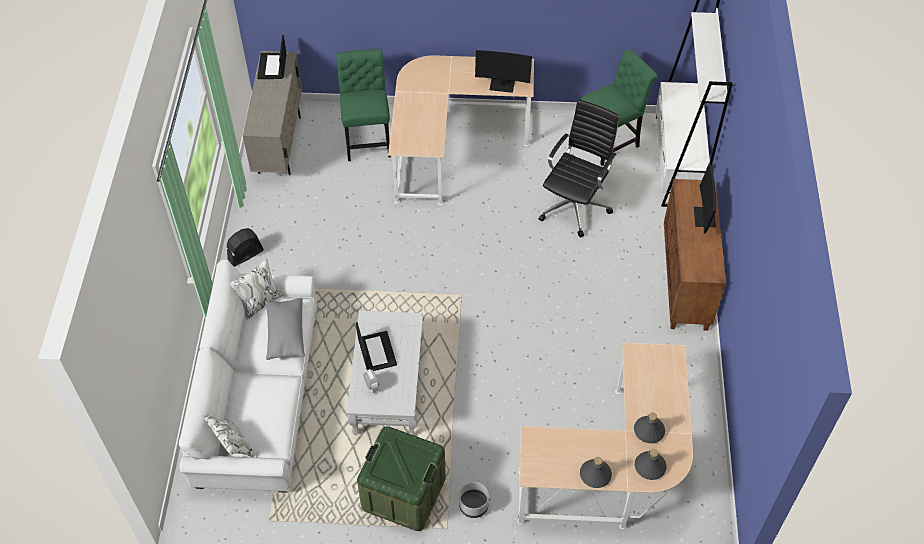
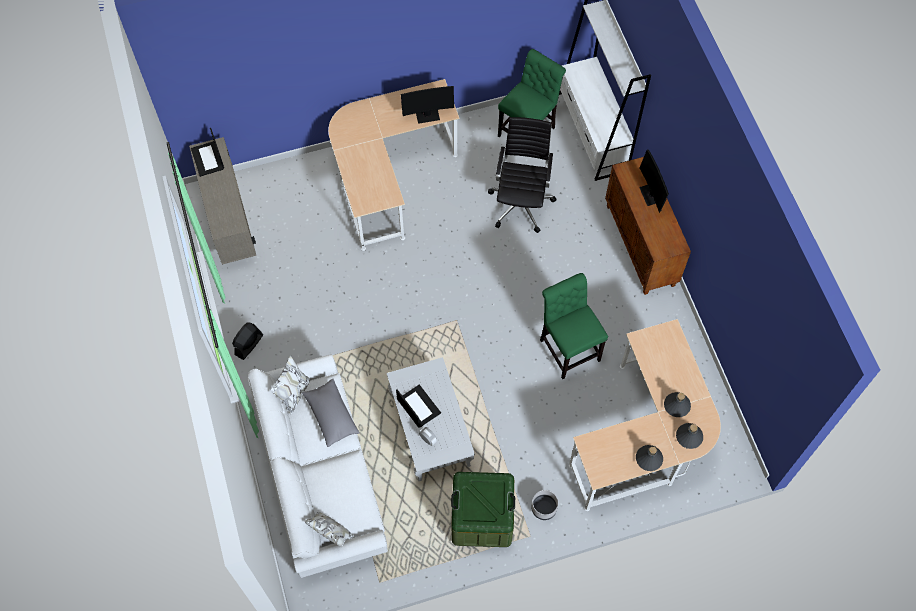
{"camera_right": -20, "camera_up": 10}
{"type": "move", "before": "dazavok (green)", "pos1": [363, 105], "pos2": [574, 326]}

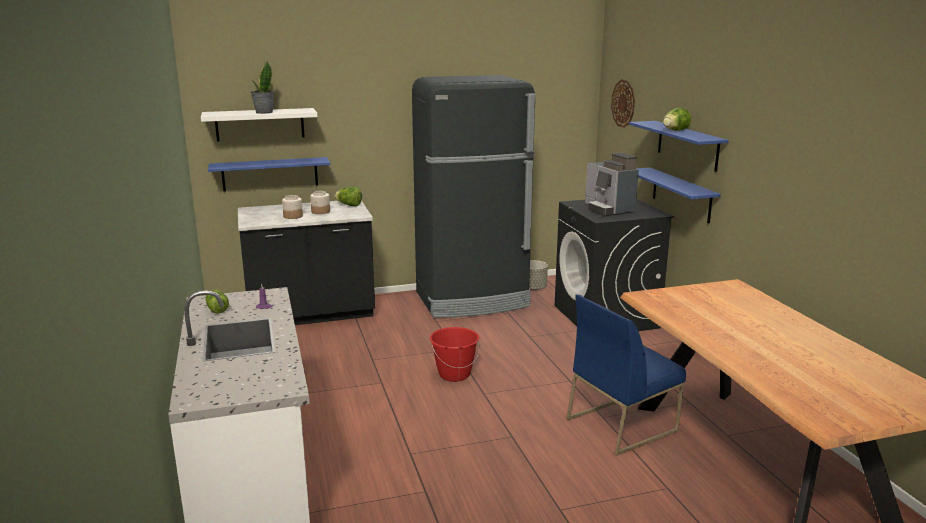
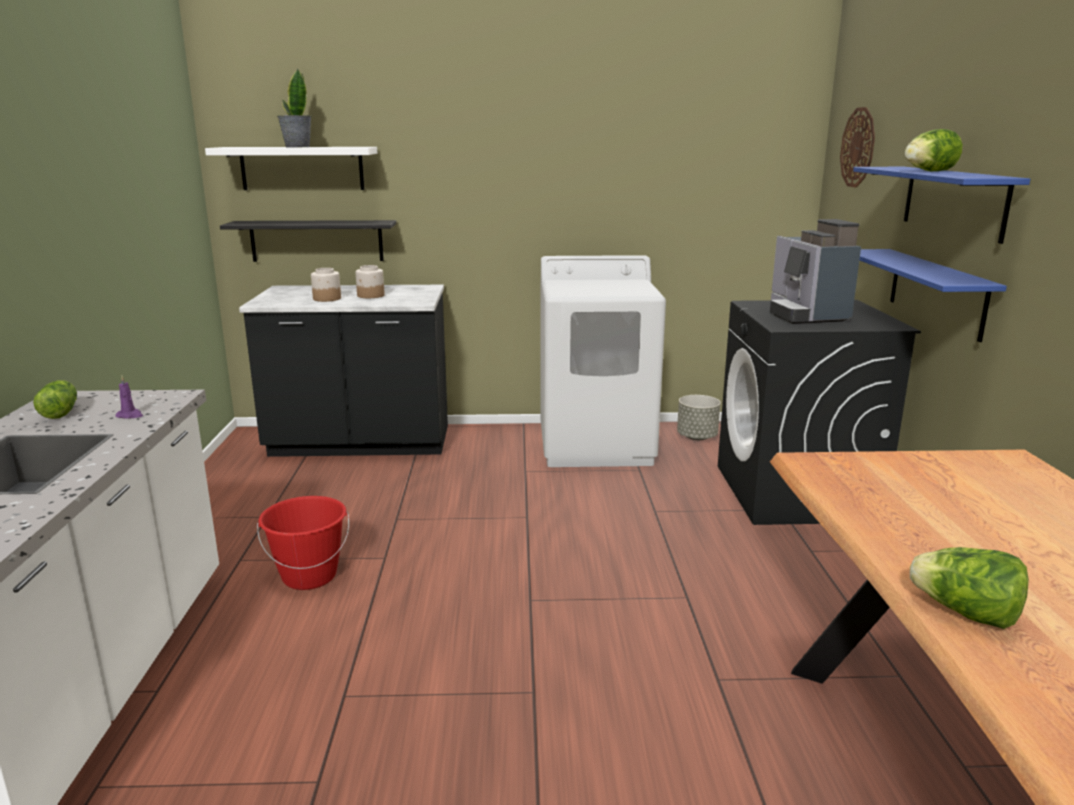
{"camera_right": 15, "camera_up": 0}
{"type": "delete", "before": "dazavok (blue)", "pos1": [626, 374]}
{"type": "move", "before": "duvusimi", "pos1": [348, 196], "pos2": [969, 588]}
{"type": "move", "before": "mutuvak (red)", "pos1": [455, 354], "pos2": [303, 543]}
{"type": "replace", "before": "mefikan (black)", "after": "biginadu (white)", "pos1": [473, 196], "pos2": [603, 361]}
{"type": "recolor", "before": "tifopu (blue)", "after": "tifopu (black)", "pos1": [269, 174], "pos2": [308, 241]}

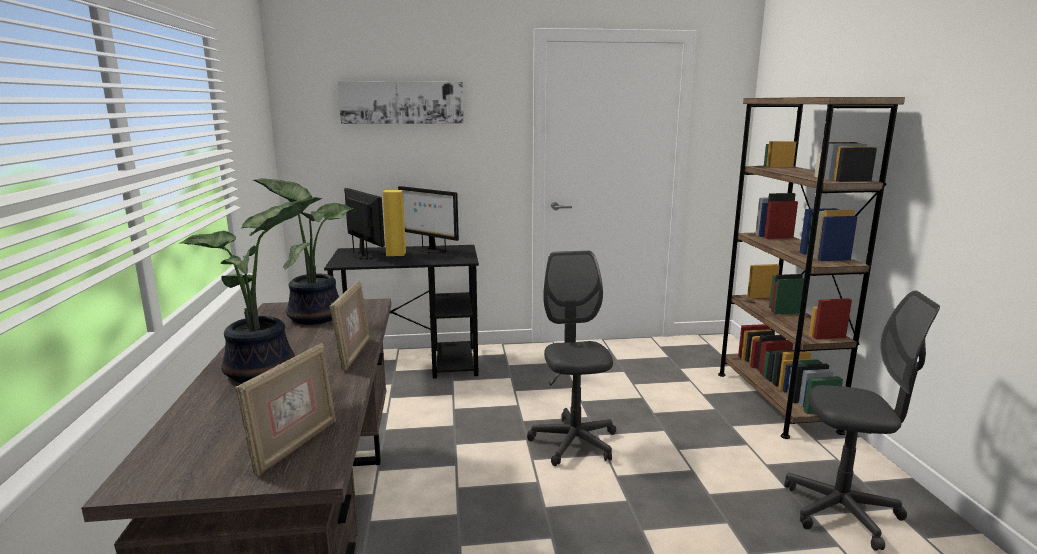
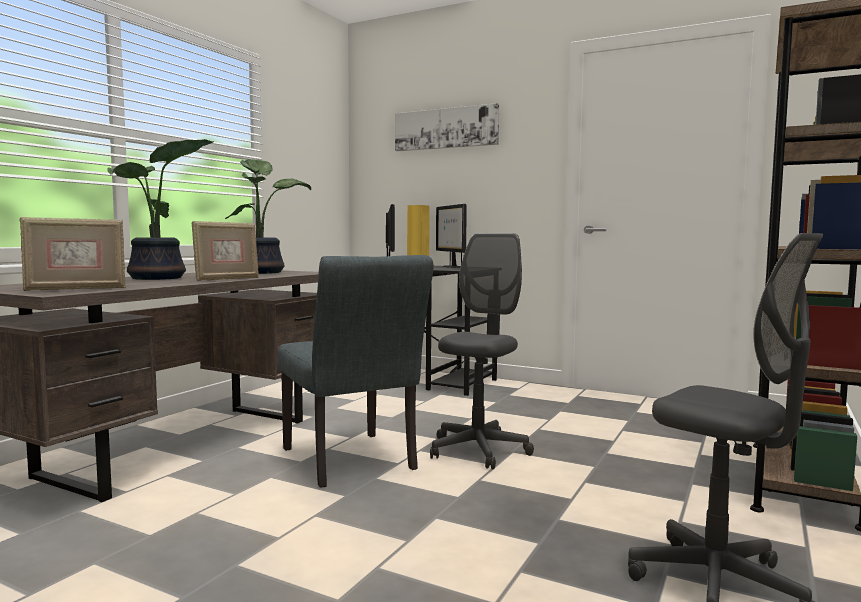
{"camera_right": 35, "camera_up": -10}
{"type": "insert", "after": "dazavok (grey)", "pos2": [355, 371]}

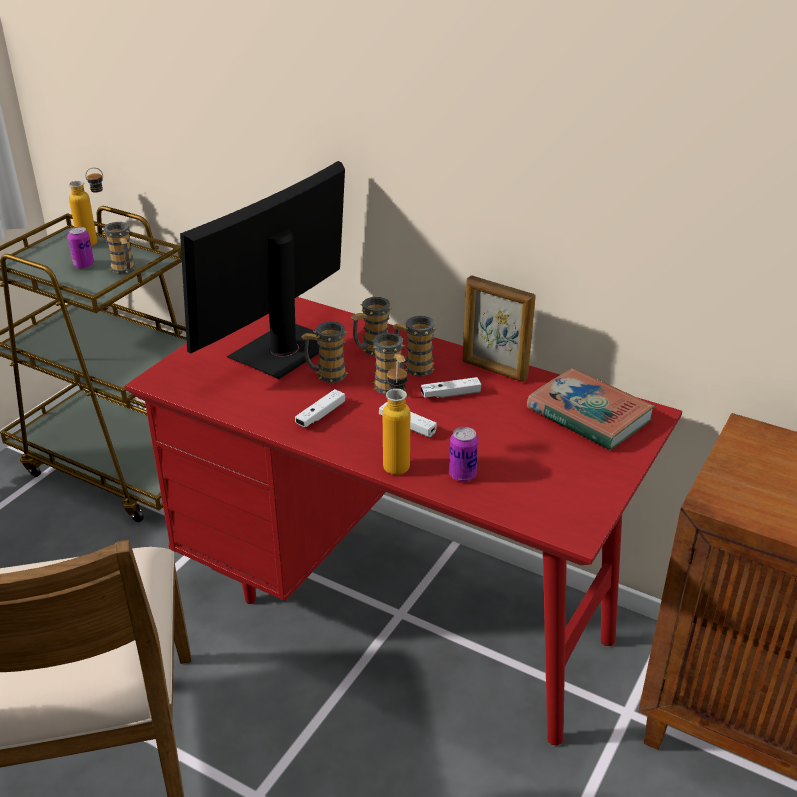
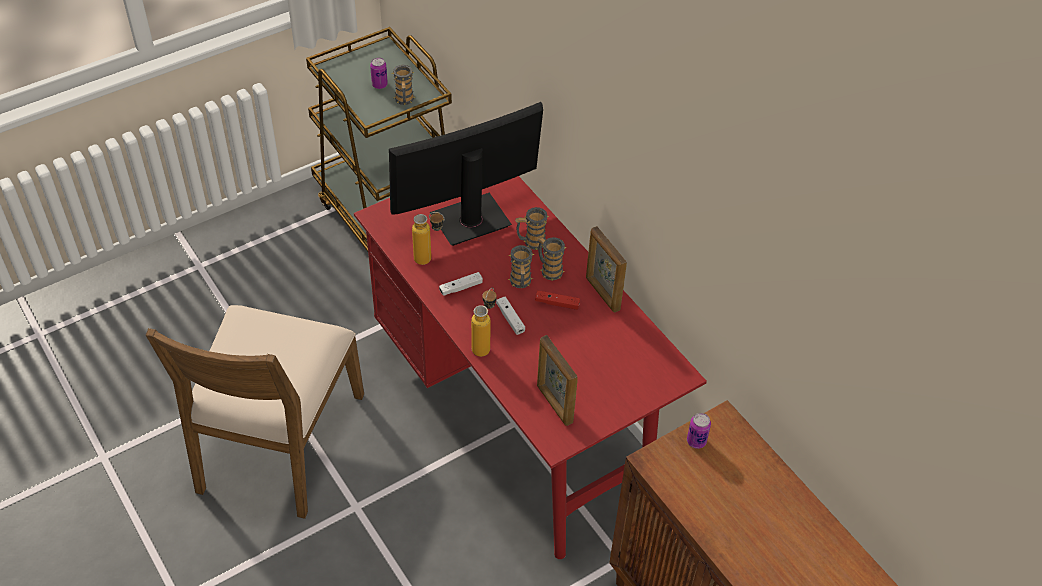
{"camera_right": 25, "camera_up": 15}
{"type": "delete", "before": "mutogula", "pos1": [325, 352]}
{"type": "delete", "before": "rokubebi", "pos1": [591, 409]}
{"type": "insert", "after": "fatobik", "pos2": [557, 380]}
{"type": "move", "before": "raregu", "pos1": [86, 206], "pos2": [428, 238]}
{"type": "move", "before": "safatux", "pos1": [463, 454], "pos2": [699, 431]}
{"type": "recolor", "before": "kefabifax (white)", "after": "kefabifax (red)", "pos1": [451, 387], "pos2": [557, 300]}

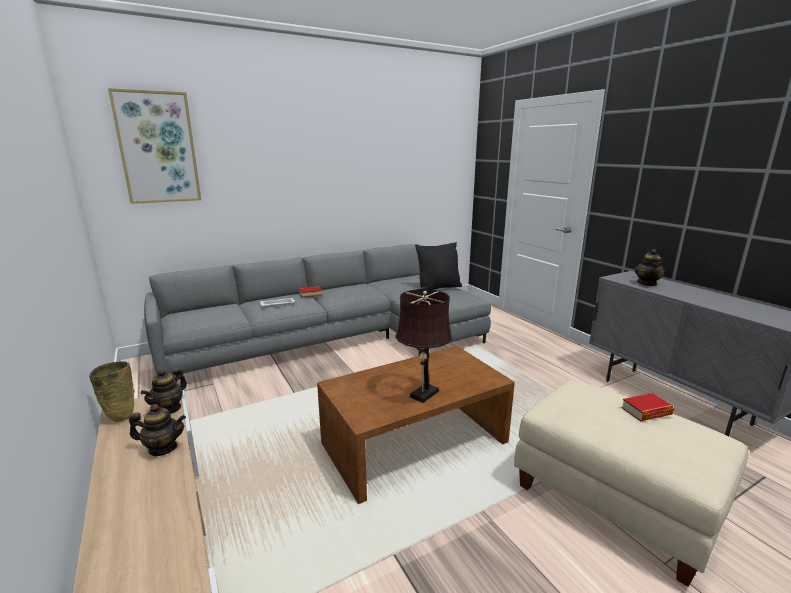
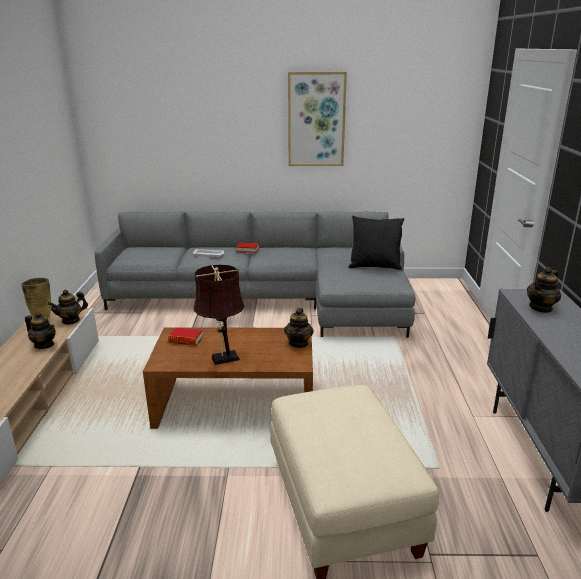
{"camera_right": 30, "camera_up": 5}
{"type": "insert", "after": "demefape", "pos2": [299, 328]}
{"type": "move", "before": "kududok", "pos1": [154, 146], "pos2": [317, 119]}
{"type": "move", "before": "rokubebi", "pos1": [647, 407], "pos2": [185, 336]}

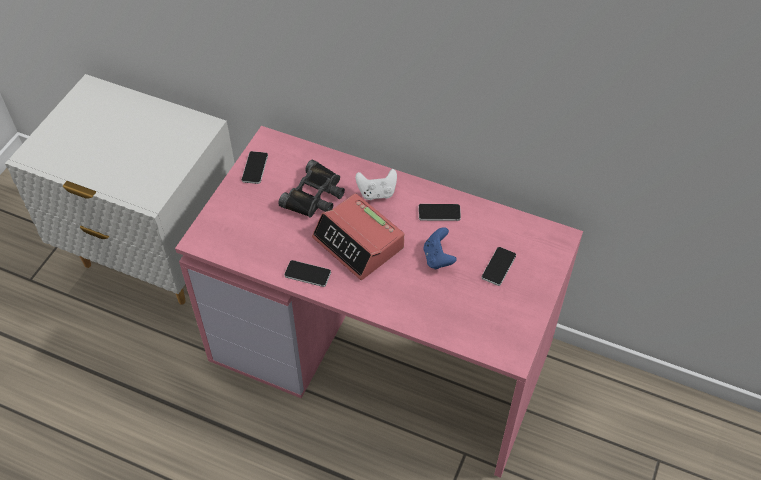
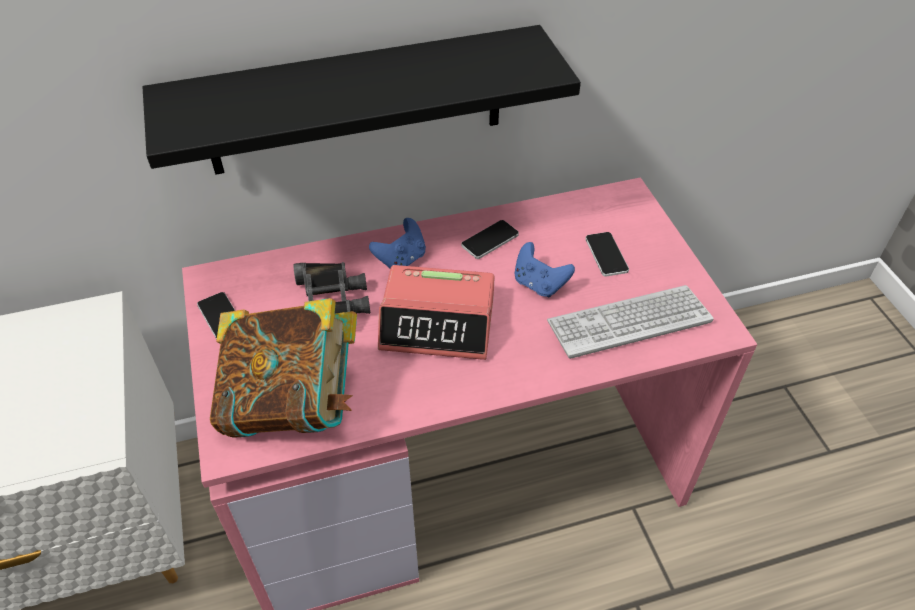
{"camera_right": -40, "camera_up": -5}
{"type": "delete", "before": "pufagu", "pos1": [307, 273]}
{"type": "insert", "after": "tifopu (black)", "pos2": [362, 100]}
{"type": "insert", "after": "rokubebi", "pos2": [283, 368]}
{"type": "insert", "after": "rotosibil", "pos2": [630, 322]}
{"type": "recolor", "before": "kefabifax (white)", "after": "kefabifax (blue)", "pos1": [376, 184], "pos2": [397, 243]}

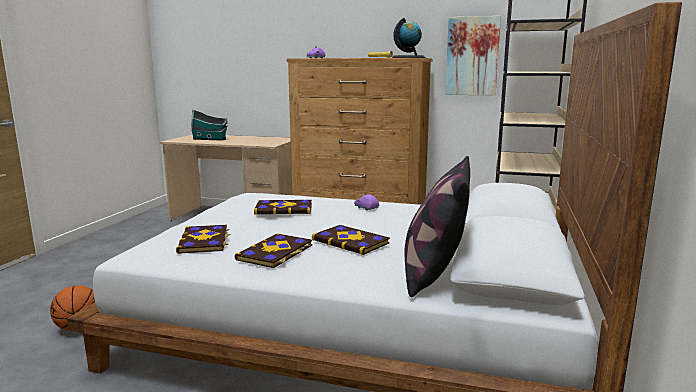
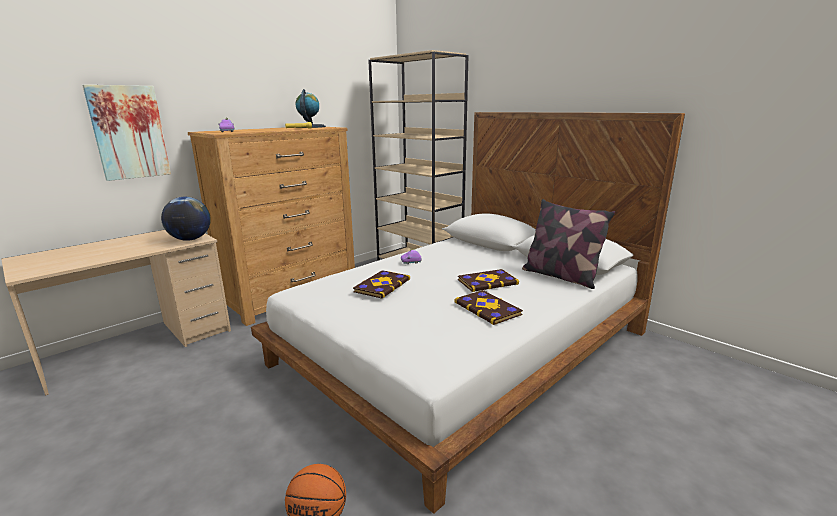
{"camera_right": -60, "camera_up": 5}
{"type": "delete", "before": "rokubebi", "pos1": [203, 239]}
{"type": "delete", "before": "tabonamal", "pos1": [209, 125]}
{"type": "insert", "after": "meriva", "pos2": [186, 219]}
{"type": "move", "before": "kududok", "pos1": [473, 55], "pos2": [126, 133]}

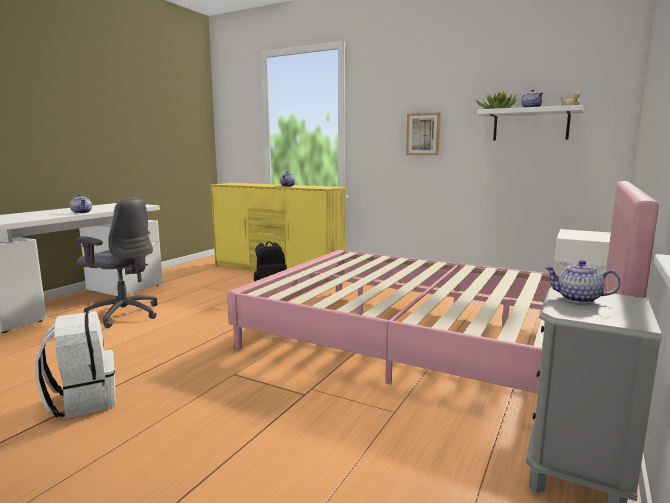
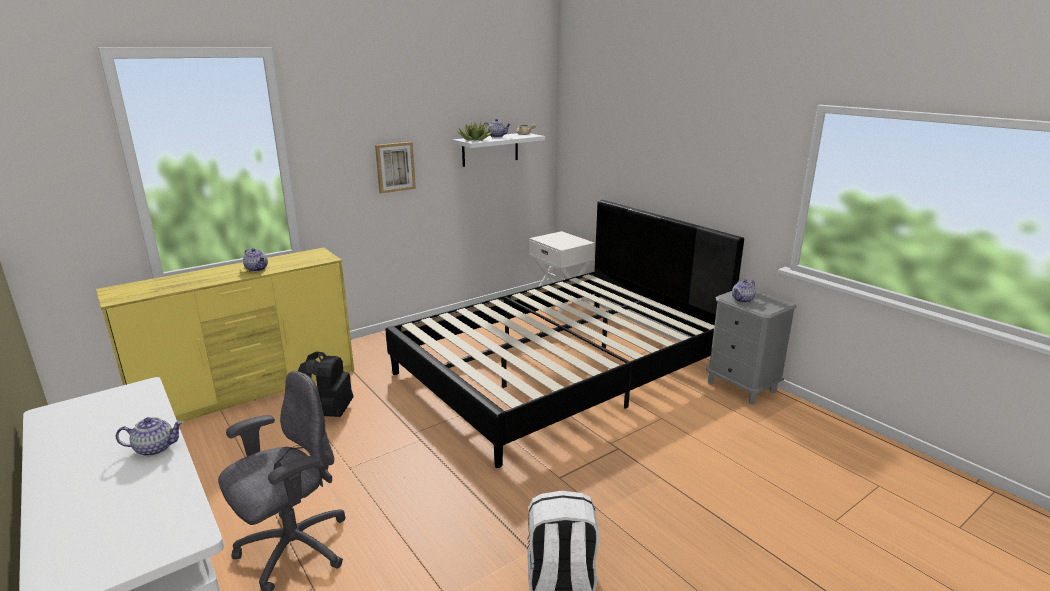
{"camera_right": -65, "camera_up": 10}
{"type": "recolor", "before": "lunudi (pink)", "after": "lunudi (black)", "pos1": [443, 287], "pos2": [564, 334]}

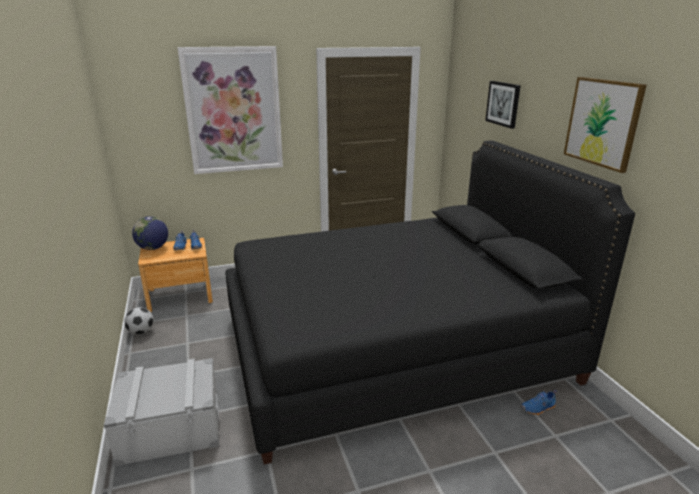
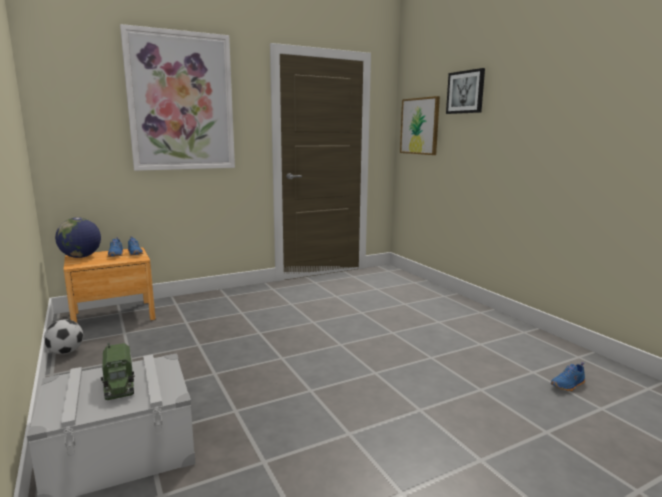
{"camera_right": -10, "camera_up": -10}
{"type": "delete", "before": "lunudi (black)", "pos1": [430, 303]}
{"type": "insert", "after": "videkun", "pos2": [117, 371]}
{"type": "move", "before": "kududok", "pos1": [605, 125], "pos2": [420, 125]}

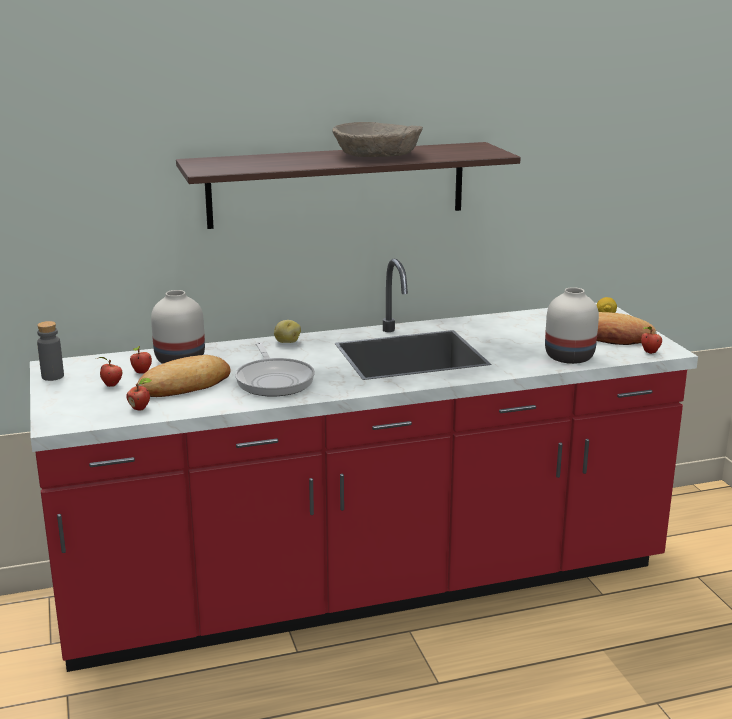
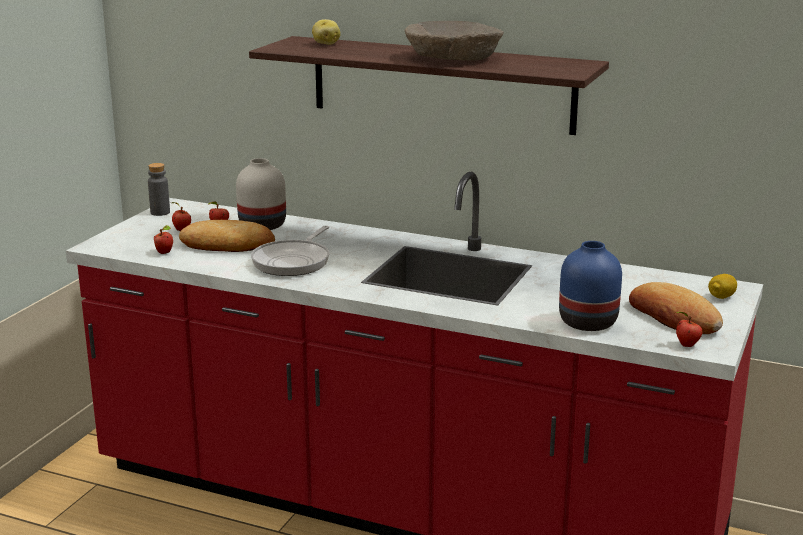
{"camera_right": 40, "camera_up": 0}
{"type": "move", "before": "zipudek", "pos1": [287, 331], "pos2": [326, 32]}
{"type": "recolor", "before": "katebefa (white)", "after": "katebefa (blue)", "pos1": [572, 325], "pos2": [590, 286]}

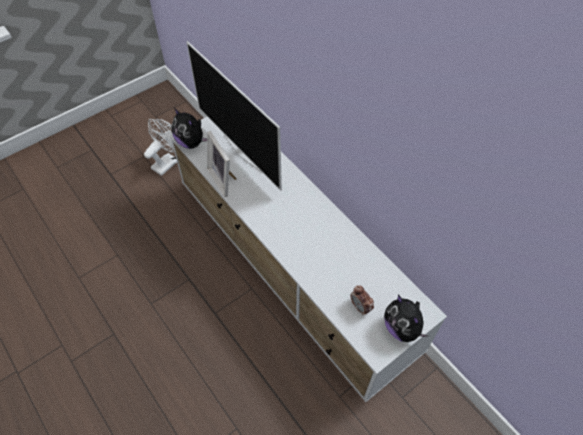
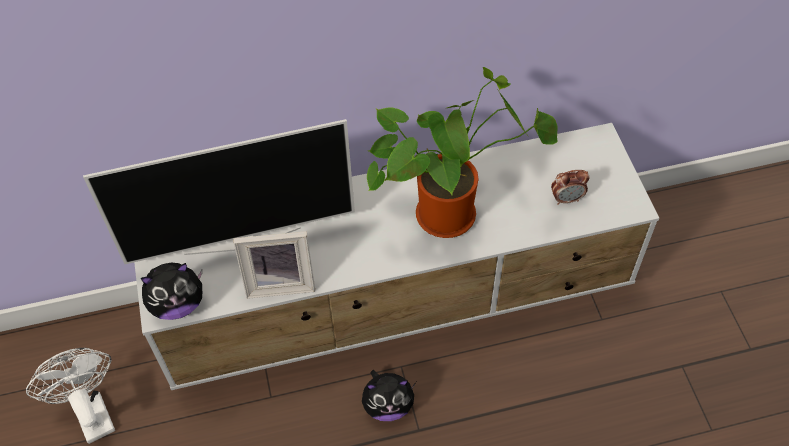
{"camera_right": -65, "camera_up": 0}
{"type": "insert", "after": "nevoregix", "pos2": [462, 152]}
{"type": "move", "before": "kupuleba", "pos1": [406, 318], "pos2": [389, 395]}

